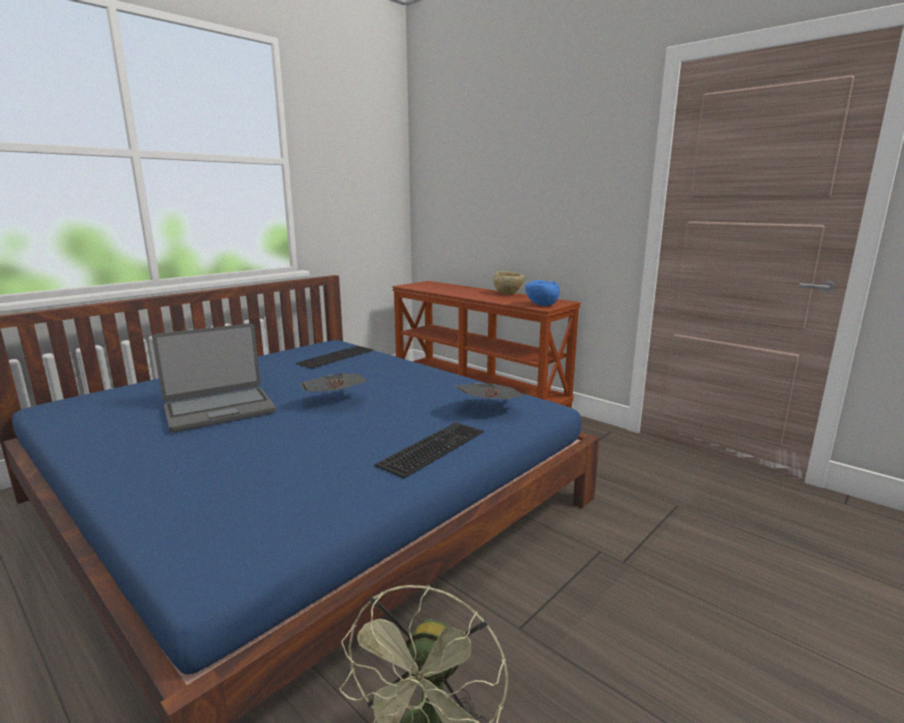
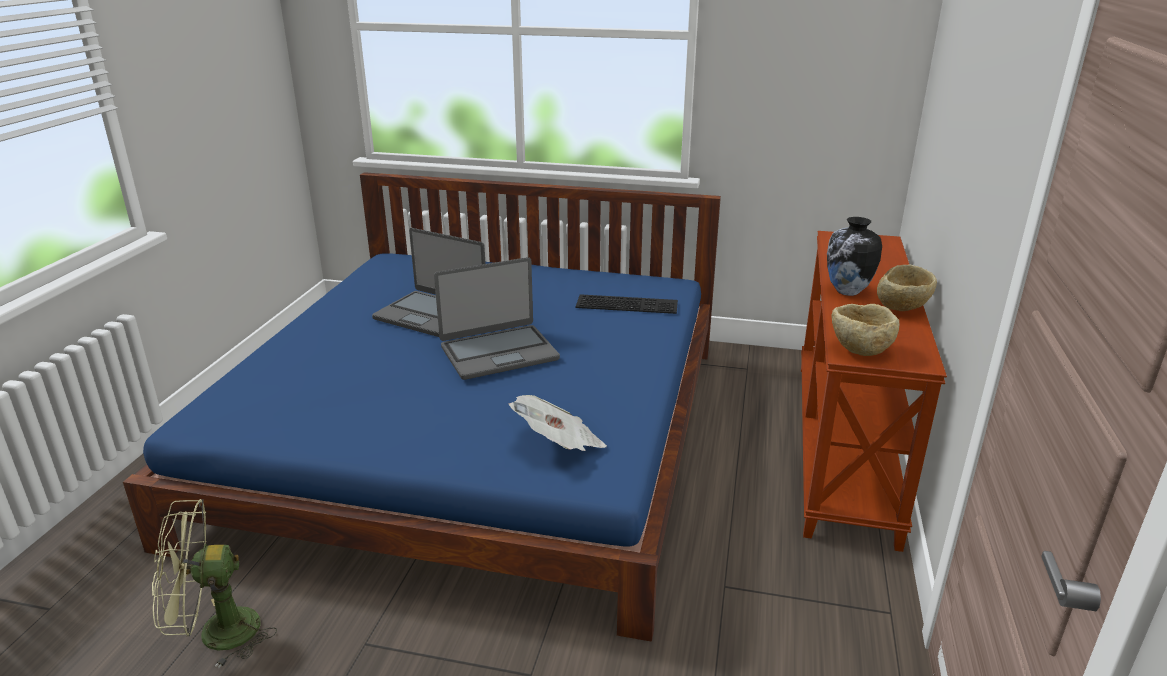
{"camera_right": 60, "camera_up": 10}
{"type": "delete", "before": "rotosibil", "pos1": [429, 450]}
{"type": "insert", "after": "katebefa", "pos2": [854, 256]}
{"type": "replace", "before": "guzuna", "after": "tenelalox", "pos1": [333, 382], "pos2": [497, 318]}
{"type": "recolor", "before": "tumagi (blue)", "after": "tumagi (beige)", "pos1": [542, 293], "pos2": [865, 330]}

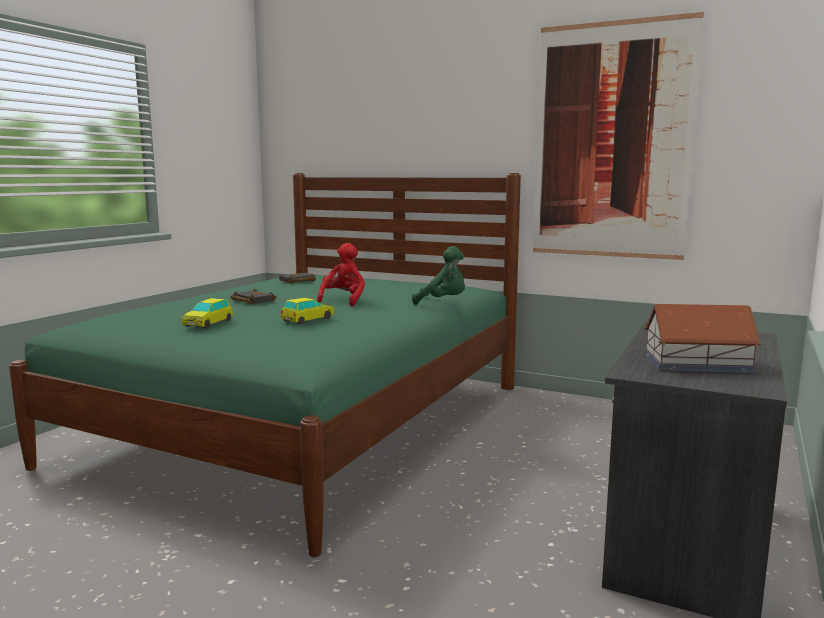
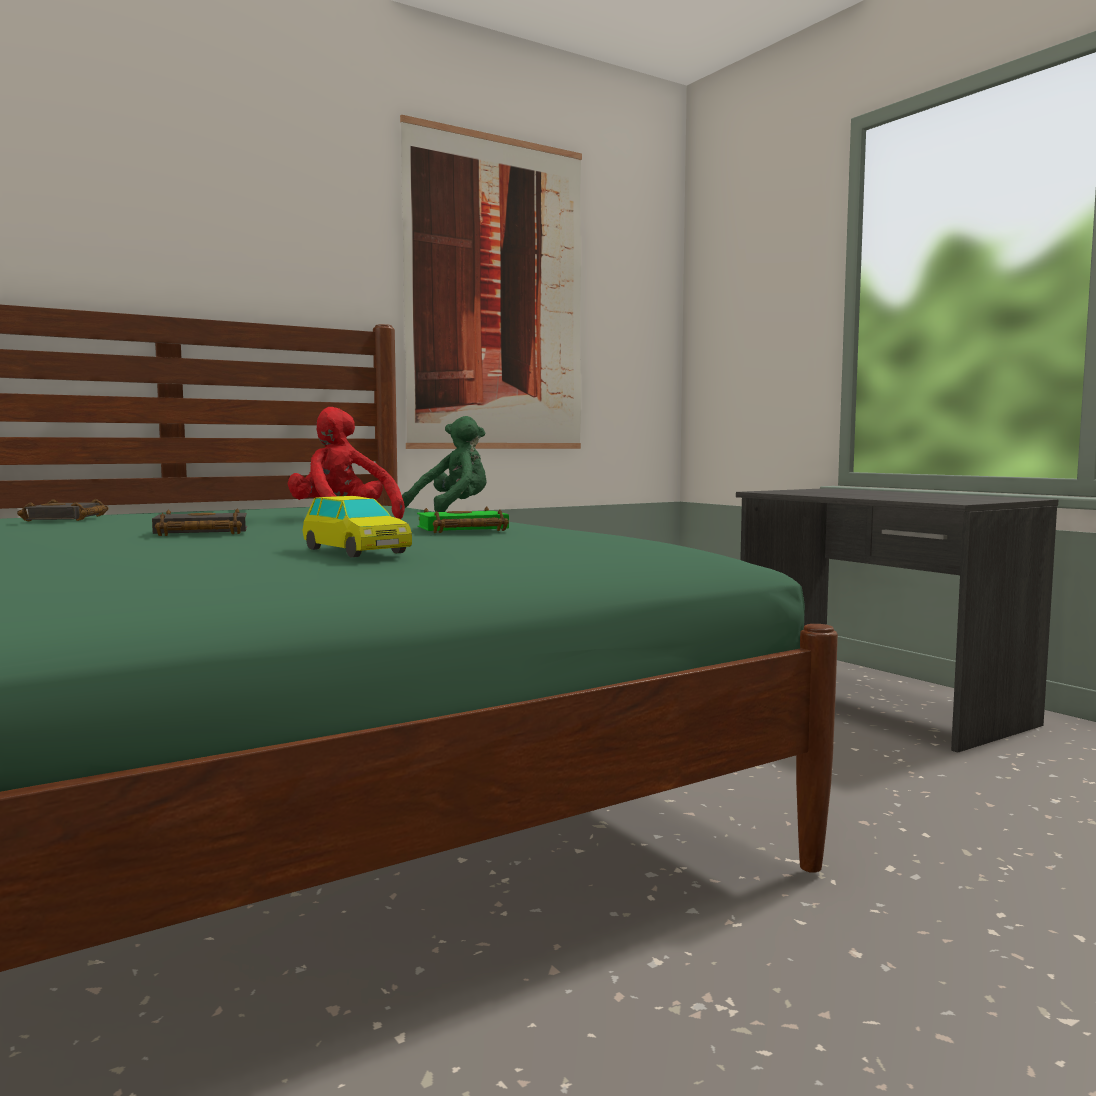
{"camera_right": -60, "camera_up": -5}
{"type": "delete", "before": "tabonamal", "pos1": [702, 338]}
{"type": "replace", "before": "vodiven", "after": "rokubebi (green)", "pos1": [307, 311], "pos2": [463, 519]}

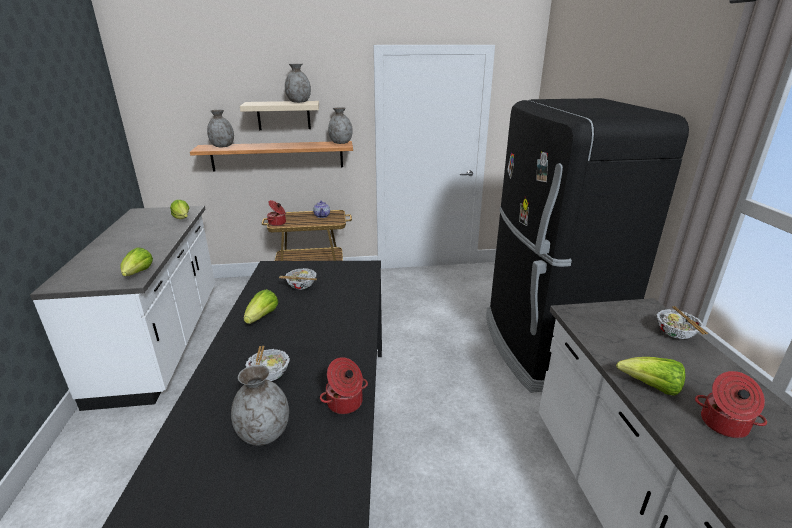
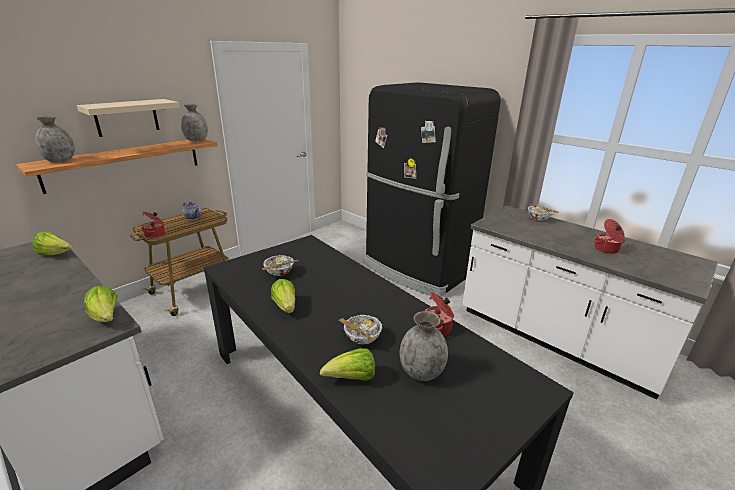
{"camera_right": -40, "camera_up": 0}
{"type": "delete", "before": "katebefa (grey)", "pos1": [298, 83]}
{"type": "move", "before": "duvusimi", "pos1": [650, 376], "pos2": [347, 364]}

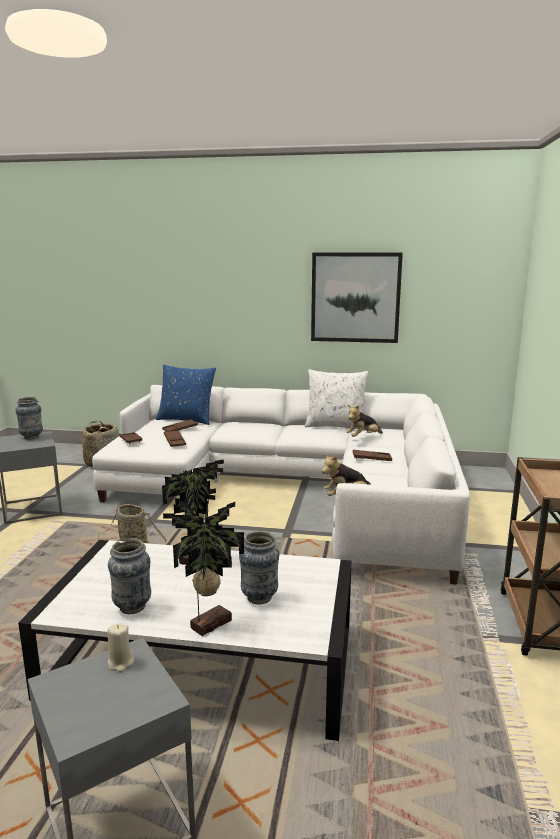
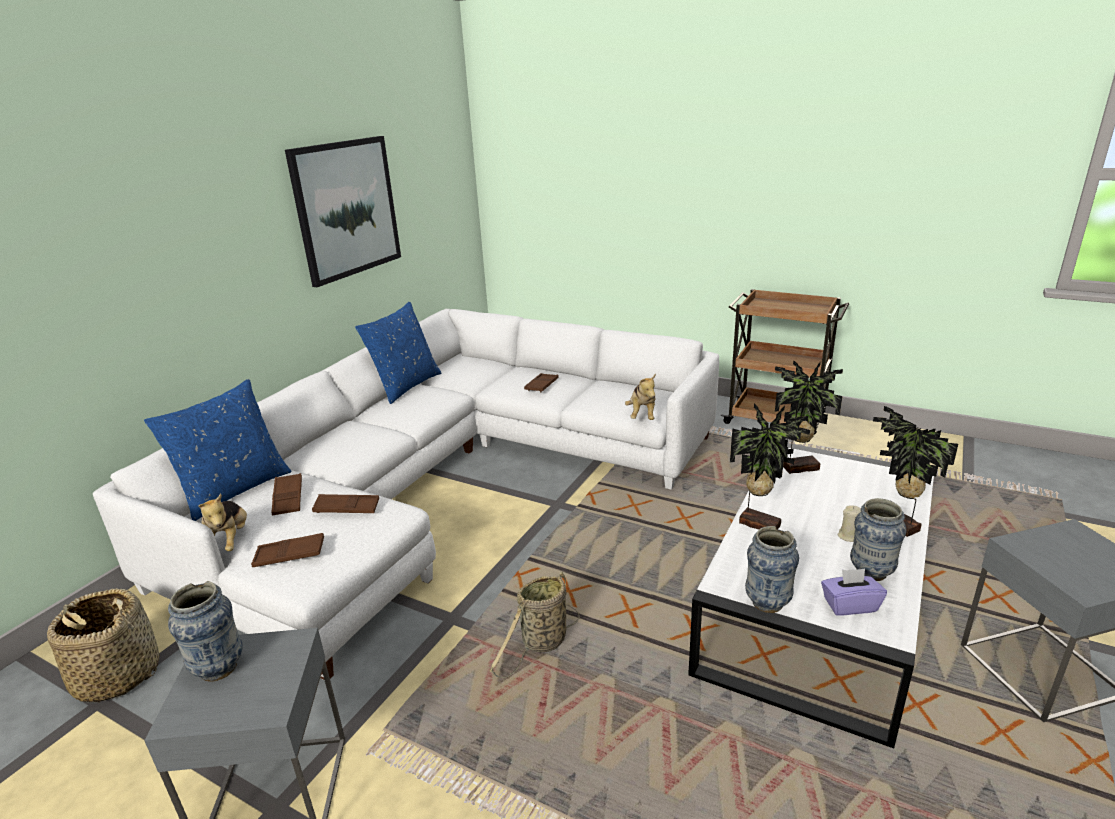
{"camera_right": -70, "camera_up": 10}
{"type": "insert", "after": "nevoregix", "pos2": [809, 417]}
{"type": "insert", "after": "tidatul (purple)", "pos2": [854, 592]}
{"type": "move", "before": "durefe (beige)", "pos1": [120, 648], "pos2": [849, 524]}
{"type": "move", "before": "katebefa", "pos1": [259, 567], "pos2": [772, 569]}
{"type": "move", "before": "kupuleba", "pos1": [364, 421], "pos2": [222, 522]}
{"type": "recolor", "before": "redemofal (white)", "after": "redemofal (blue)", "pos1": [336, 400], "pos2": [398, 353]}

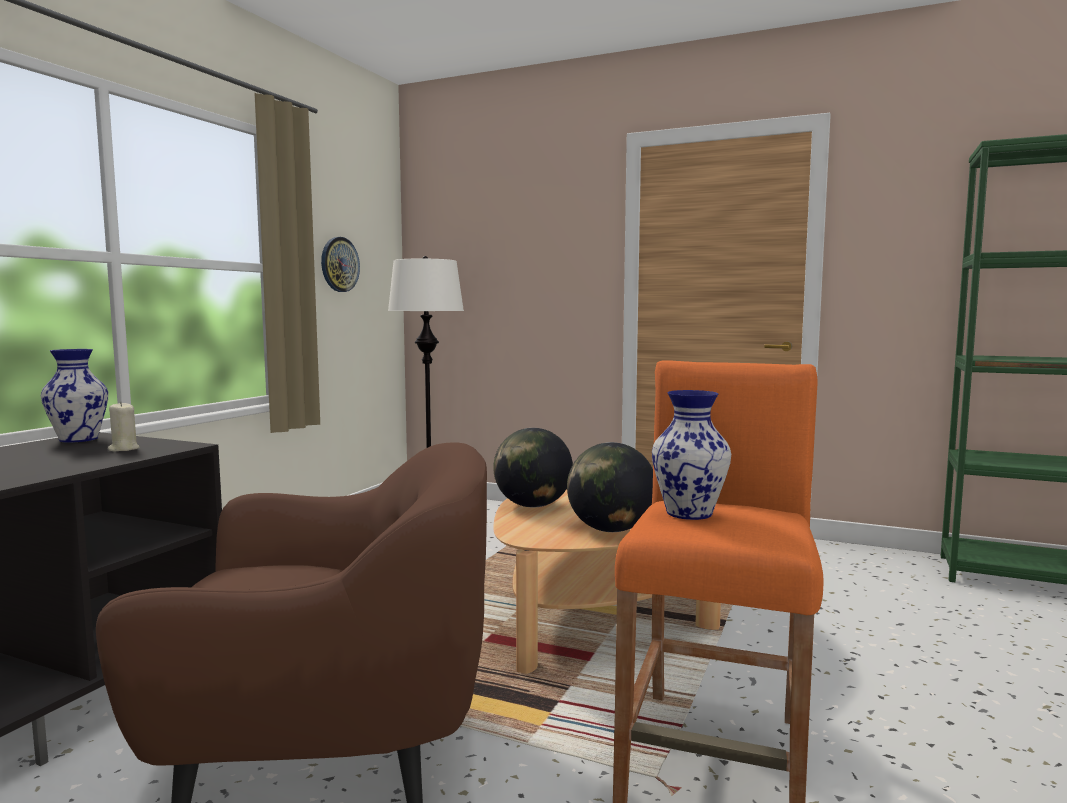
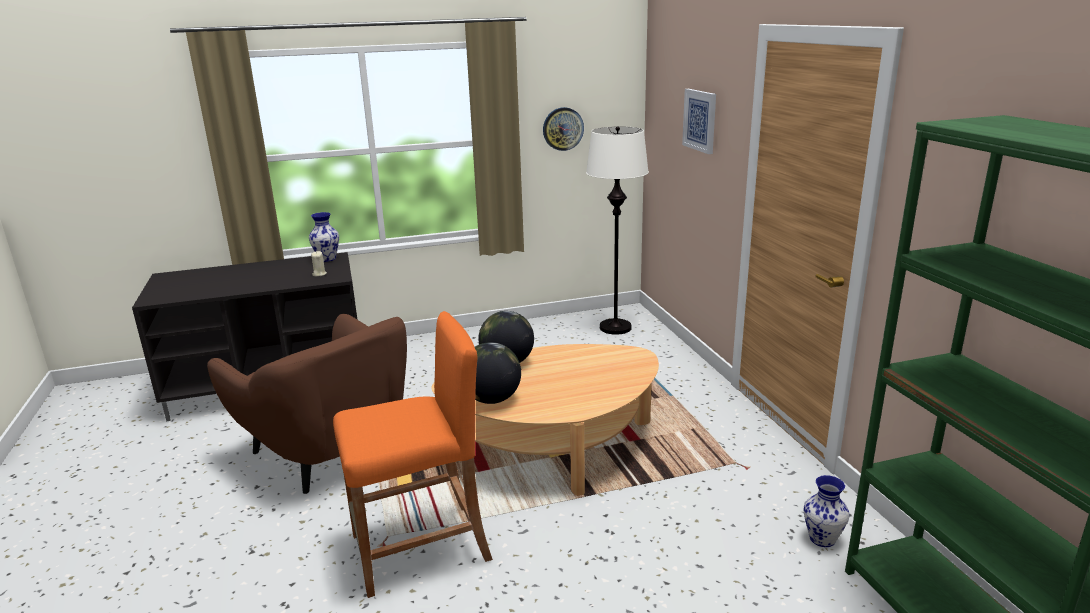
{"camera_right": 50, "camera_up": 15}
{"type": "insert", "after": "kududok", "pos2": [699, 121]}
{"type": "move", "before": "katebefa", "pos1": [691, 455], "pos2": [827, 511]}

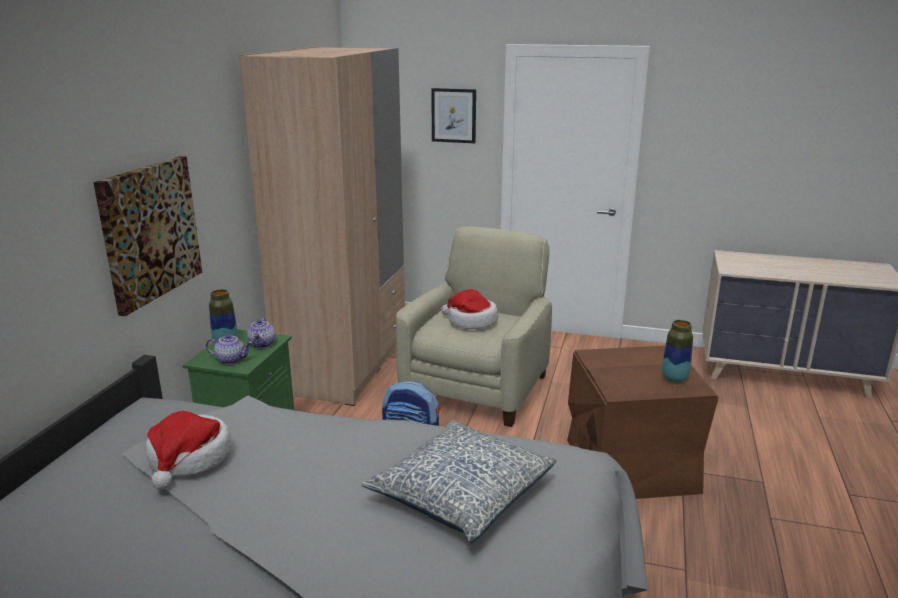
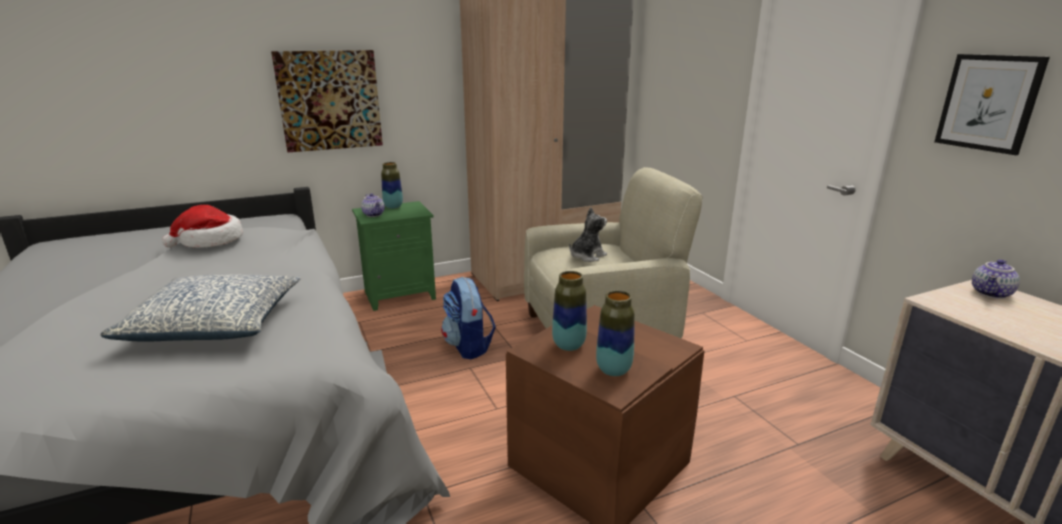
{"camera_right": 50, "camera_up": 0}
{"type": "insert", "after": "katebefa", "pos2": [569, 311]}
{"type": "move", "before": "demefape", "pos1": [261, 332], "pos2": [996, 279]}
{"type": "move", "before": "kududok", "pos1": [453, 115], "pos2": [992, 104]}
{"type": "replace", "before": "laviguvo", "after": "kupuleba", "pos1": [469, 309], "pos2": [588, 234]}

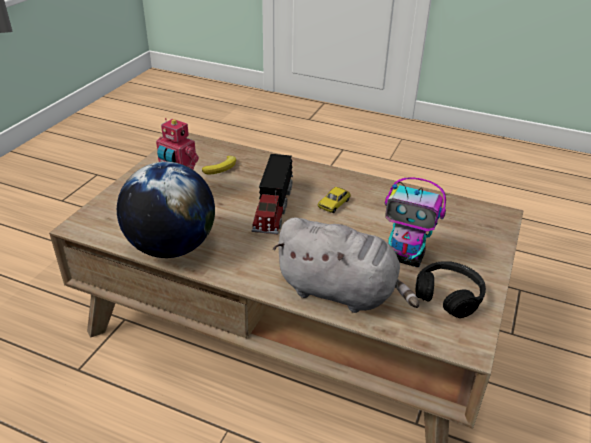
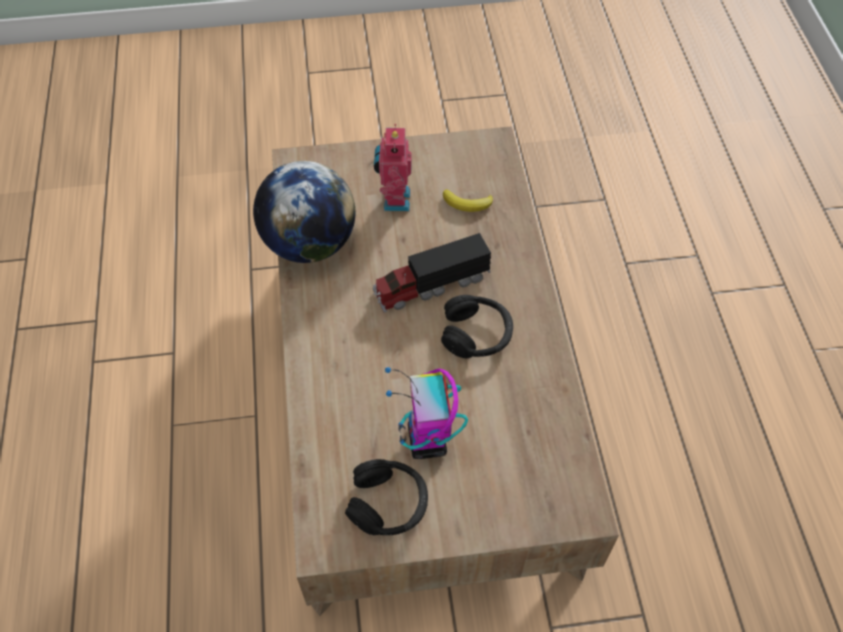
{"camera_right": 60, "camera_up": 20}
{"type": "delete", "before": "kupuleba (grey)", "pos1": [346, 265]}
{"type": "replace", "before": "vodiven", "after": "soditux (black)", "pos1": [334, 200], "pos2": [477, 326]}

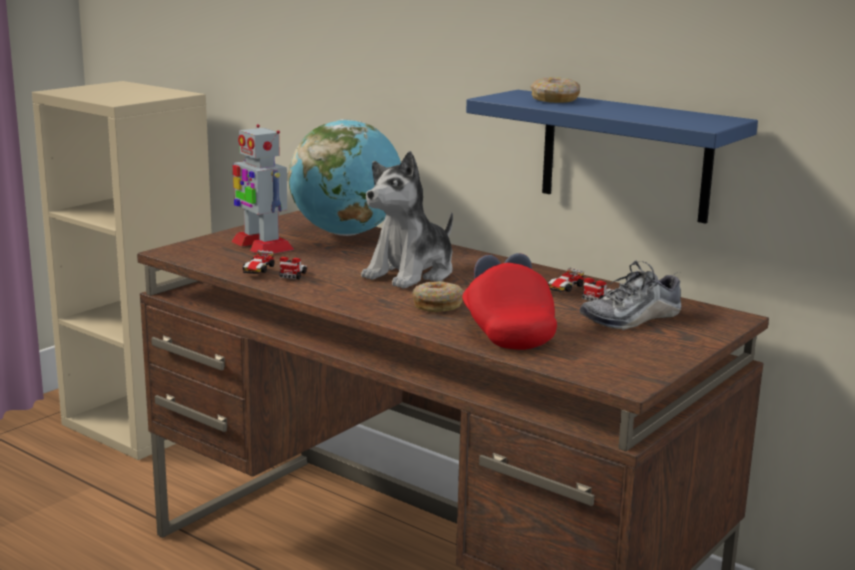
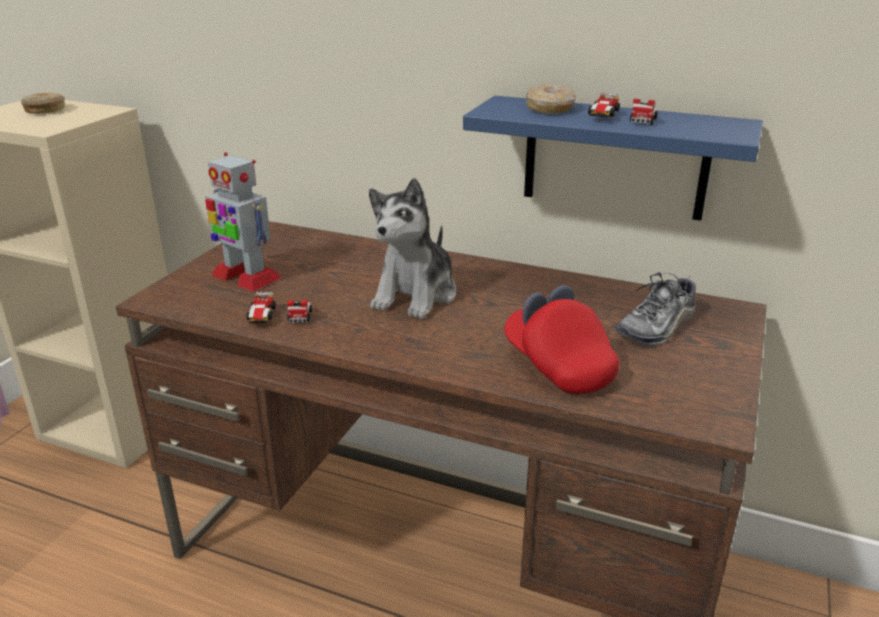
{"camera_right": -15, "camera_up": 10}
{"type": "delete", "before": "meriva", "pos1": [344, 177]}
{"type": "move", "before": "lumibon", "pos1": [438, 296], "pos2": [43, 103]}
{"type": "move", "before": "vodiven", "pos1": [580, 284], "pos2": [623, 108]}

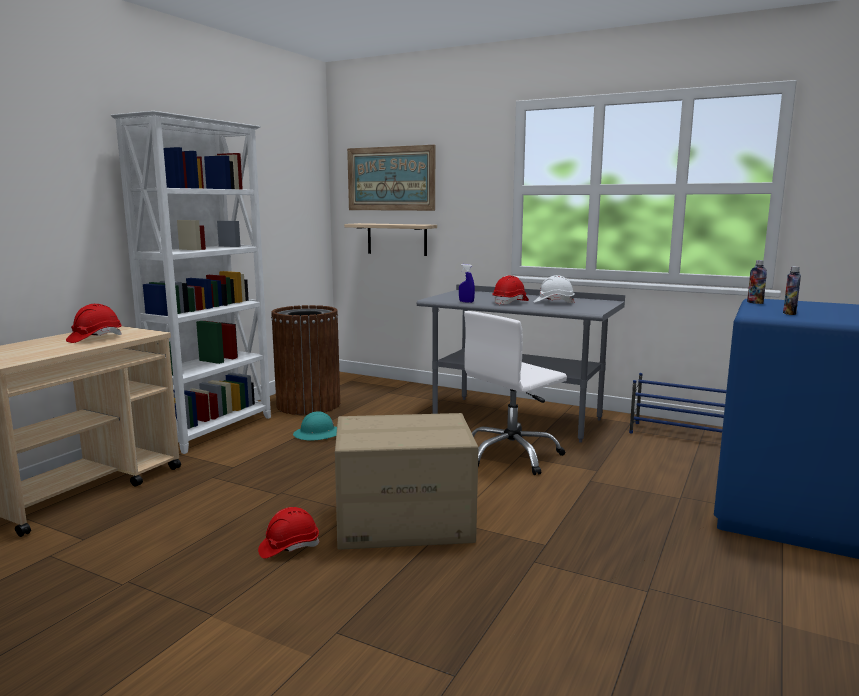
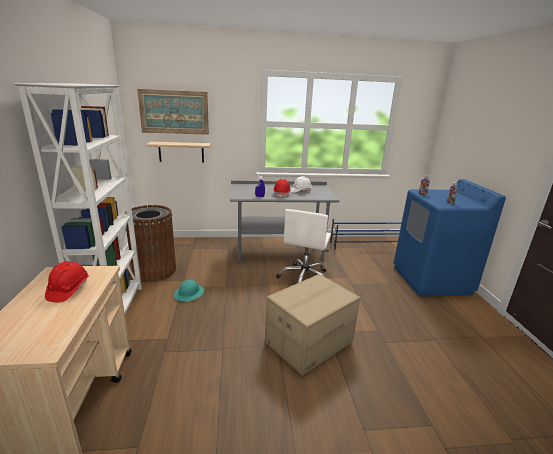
{"camera_right": -35, "camera_up": 10}
{"type": "delete", "before": "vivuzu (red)", "pos1": [288, 533]}

